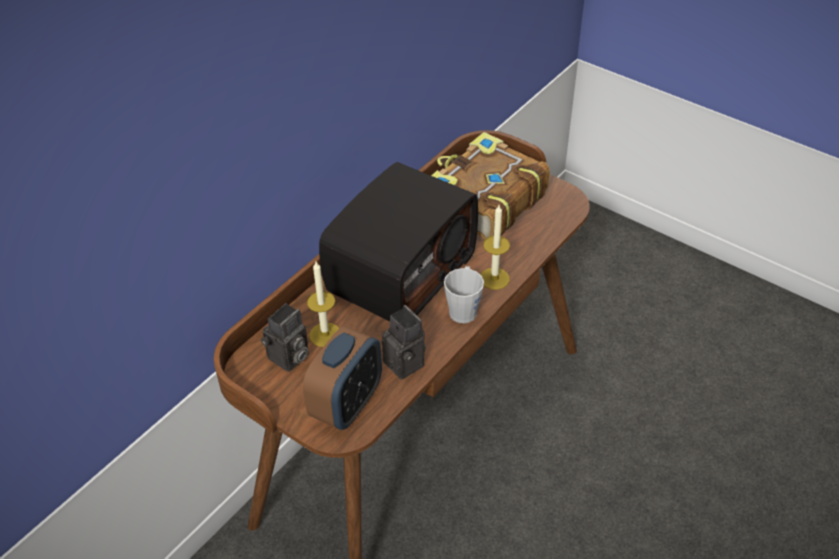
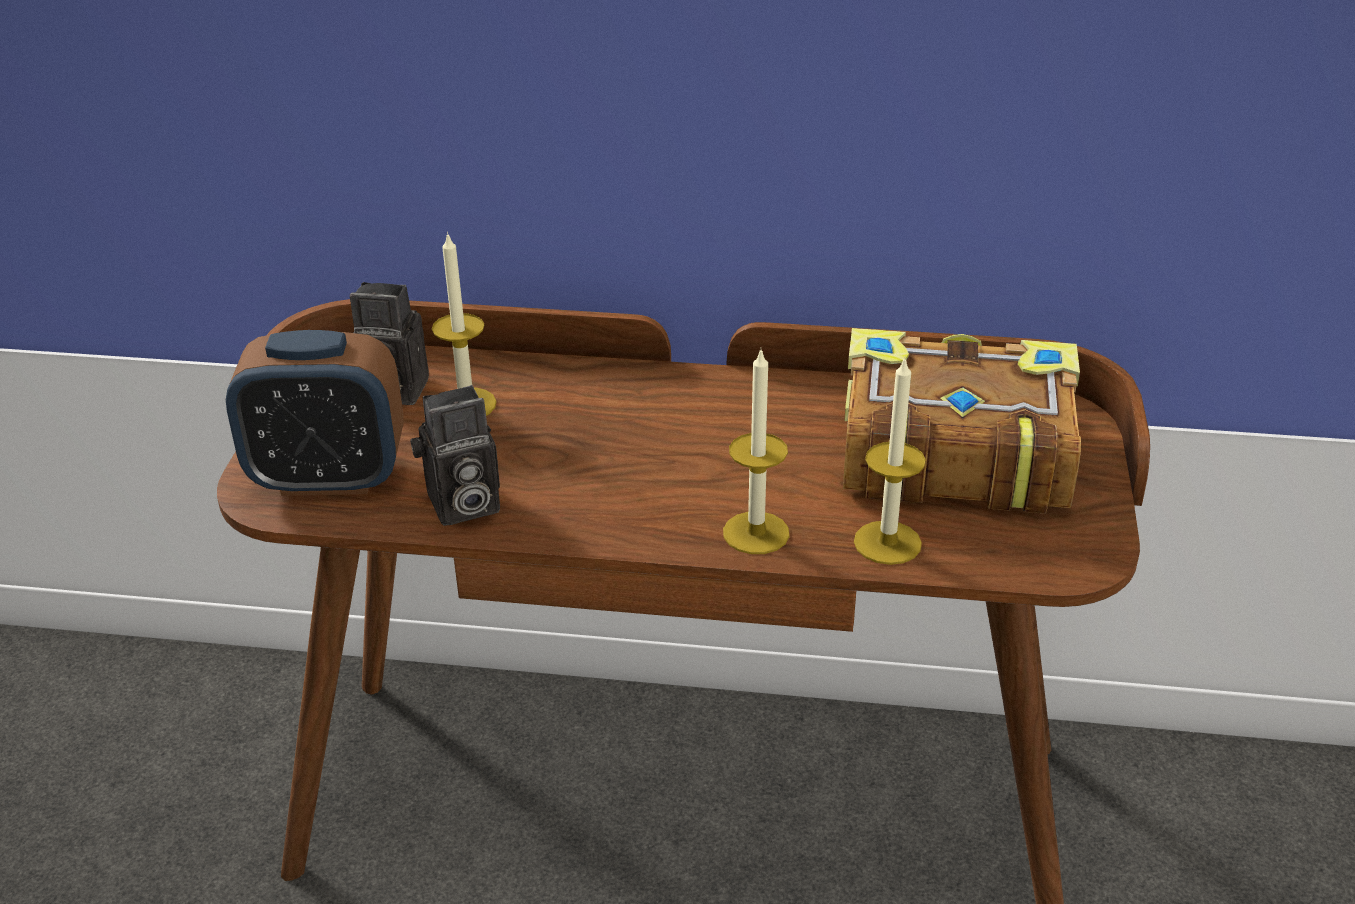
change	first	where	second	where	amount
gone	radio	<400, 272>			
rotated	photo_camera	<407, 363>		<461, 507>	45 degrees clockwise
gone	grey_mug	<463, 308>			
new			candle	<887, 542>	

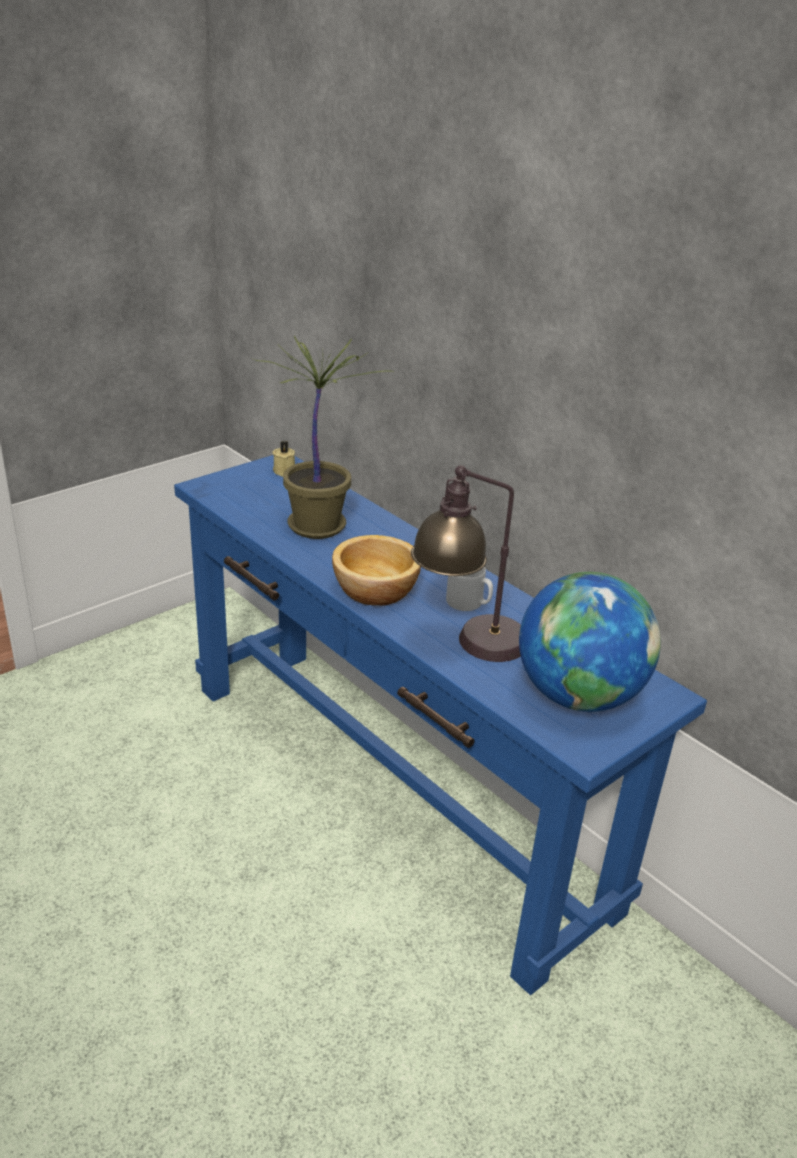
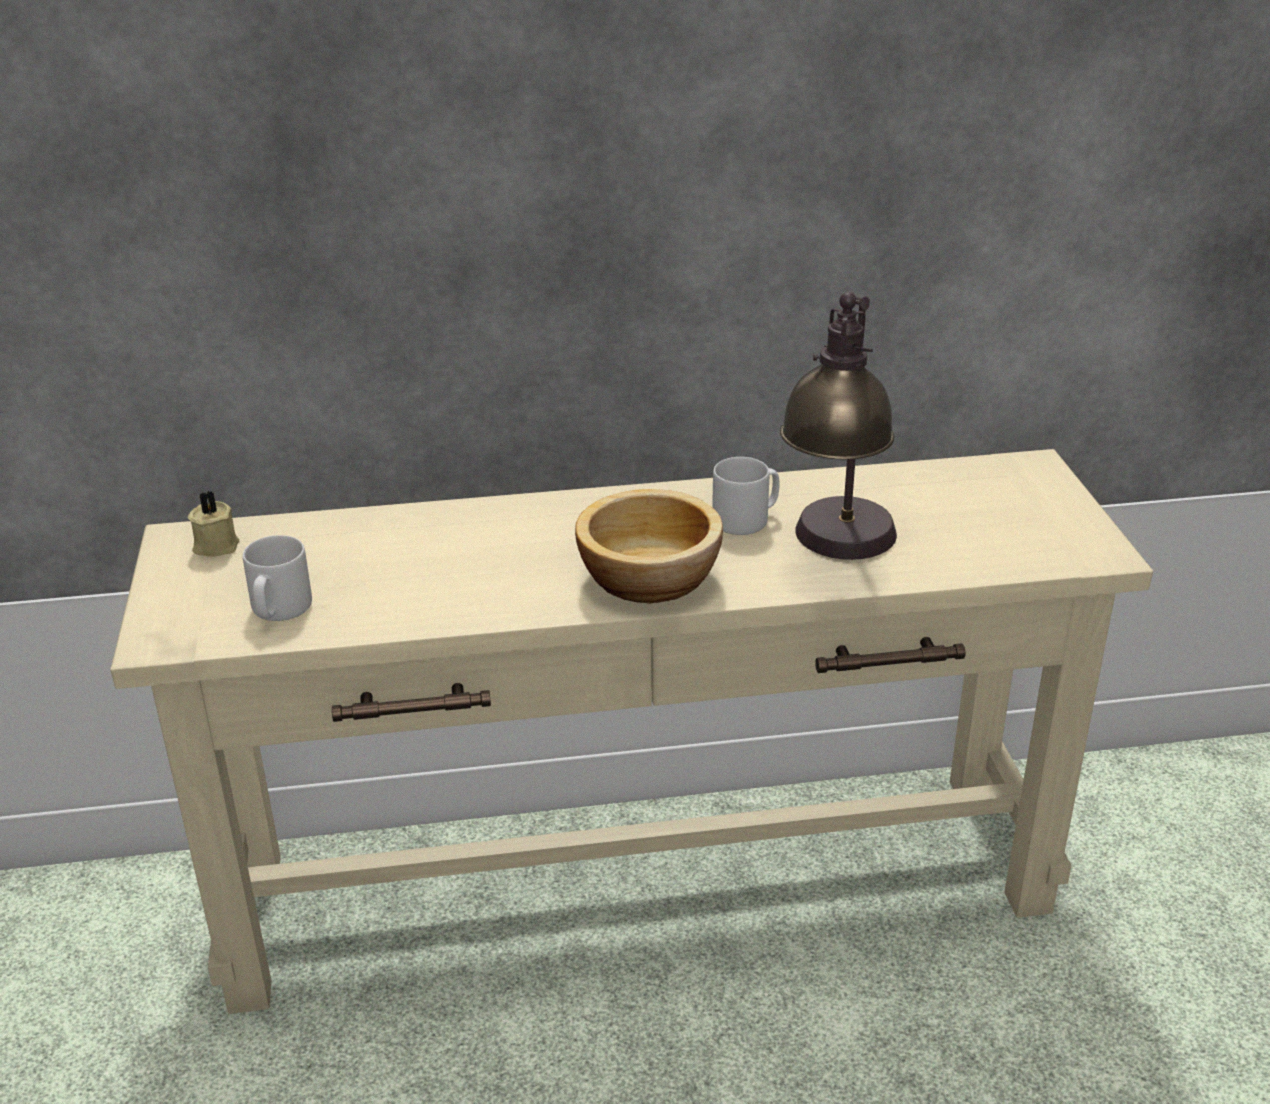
change	first	where	second	where	amount
repainted	blue_console_table	<389, 790>	beige_console_table	<638, 886>	
gone	potted_plant	<317, 525>			
gone	globe	<578, 696>			
new			grey_mug	<279, 610>	

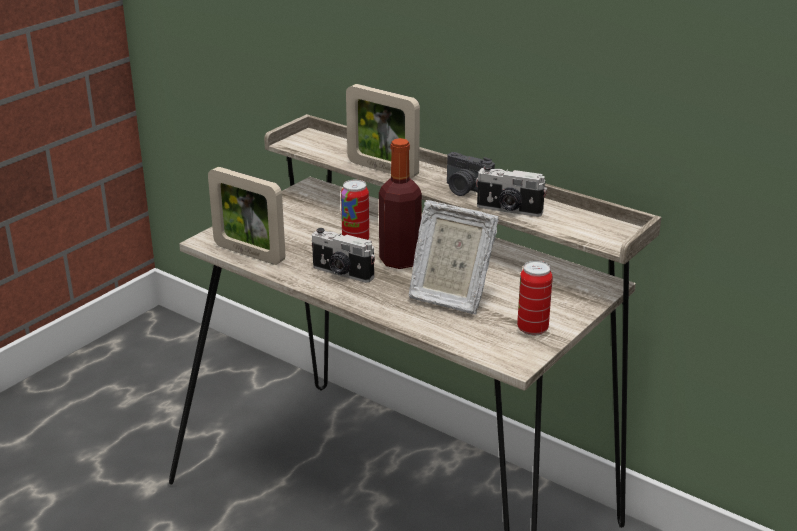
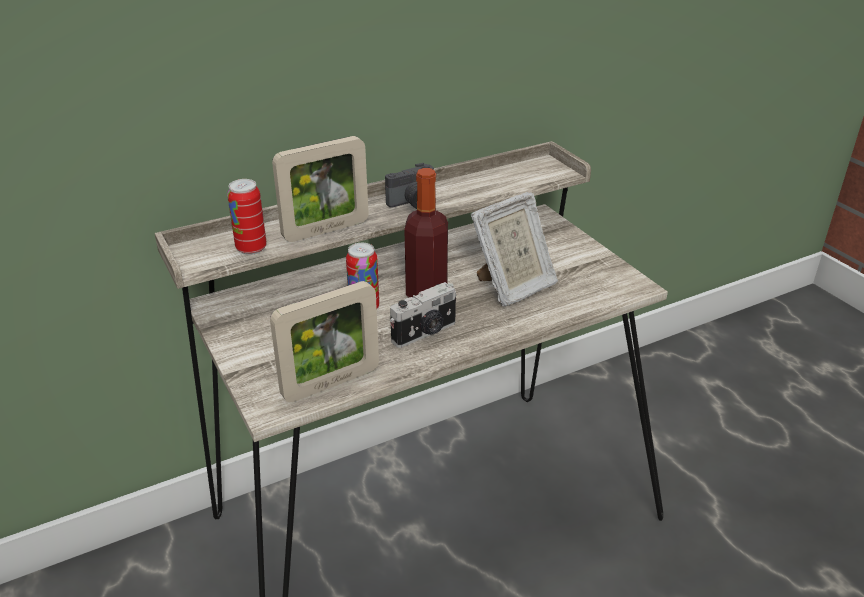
change	first	where	second	where	amount
gone	photo_camera	<509, 210>			
shifted	can	<532, 329>		<251, 248>	

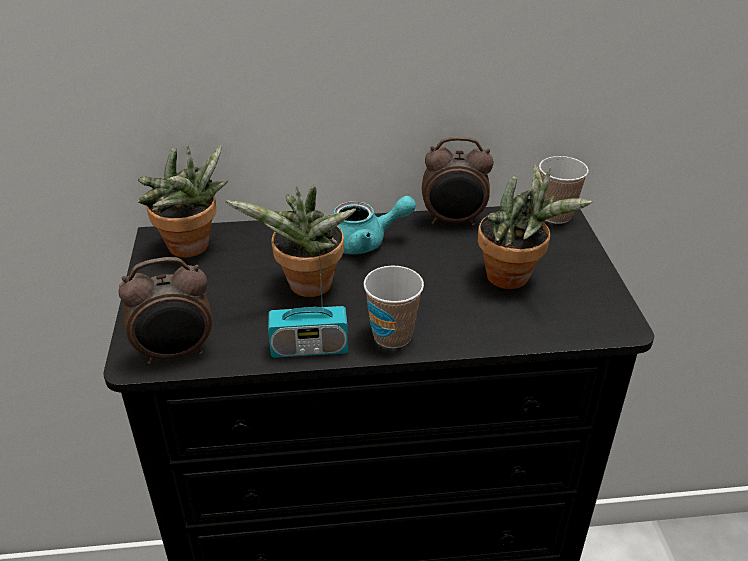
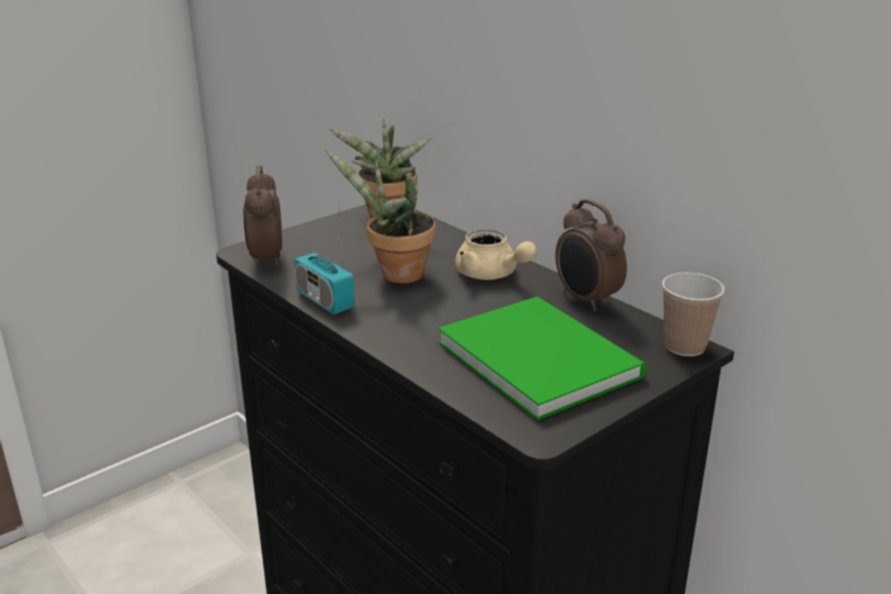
change	first	where	second	where	amount
rotated	alarm_clock	<176, 353>		<265, 260>	45 degrees clockwise
repainted	turquoise_teapot	<365, 242>	beige_teapot	<491, 275>	
gone	cup	<392, 335>			
swapped	potted_plant	<514, 278>	green_book	<538, 355>	

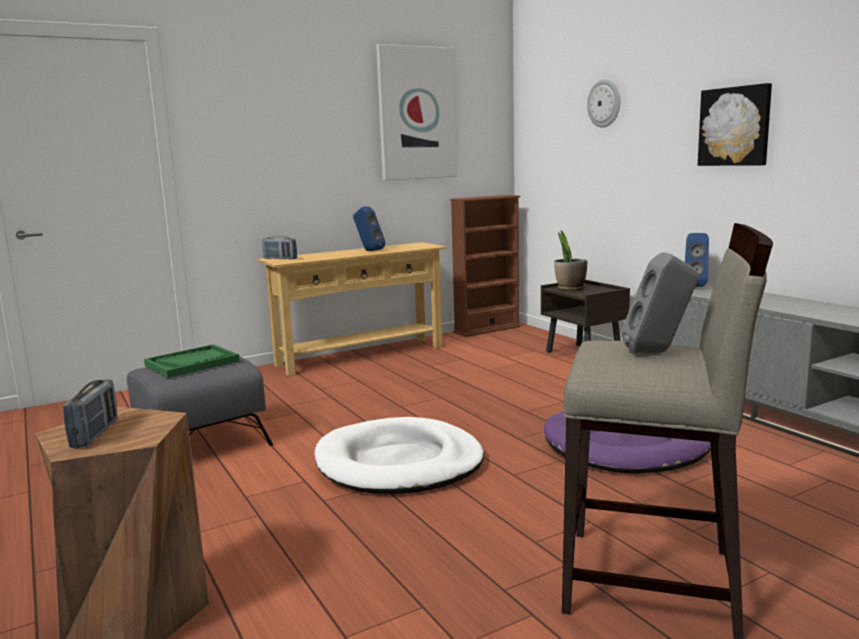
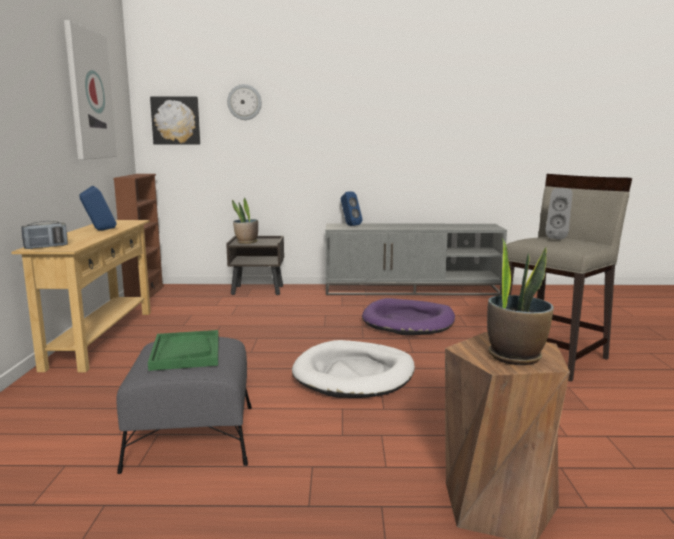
change	first	where	second	where	amount
swapped	radio	<95, 434>	potted_plant	<515, 356>	
shifted	picture	<735, 126>		<176, 120>	

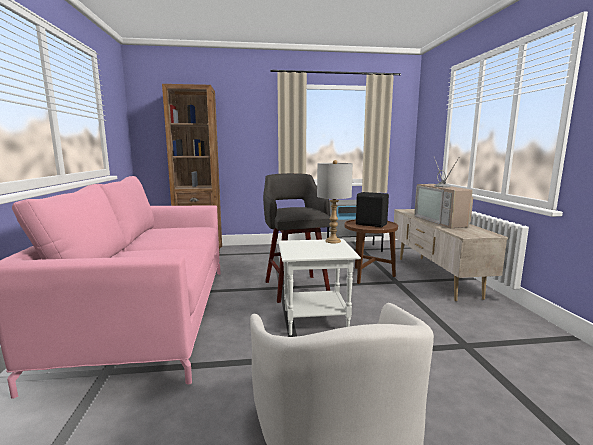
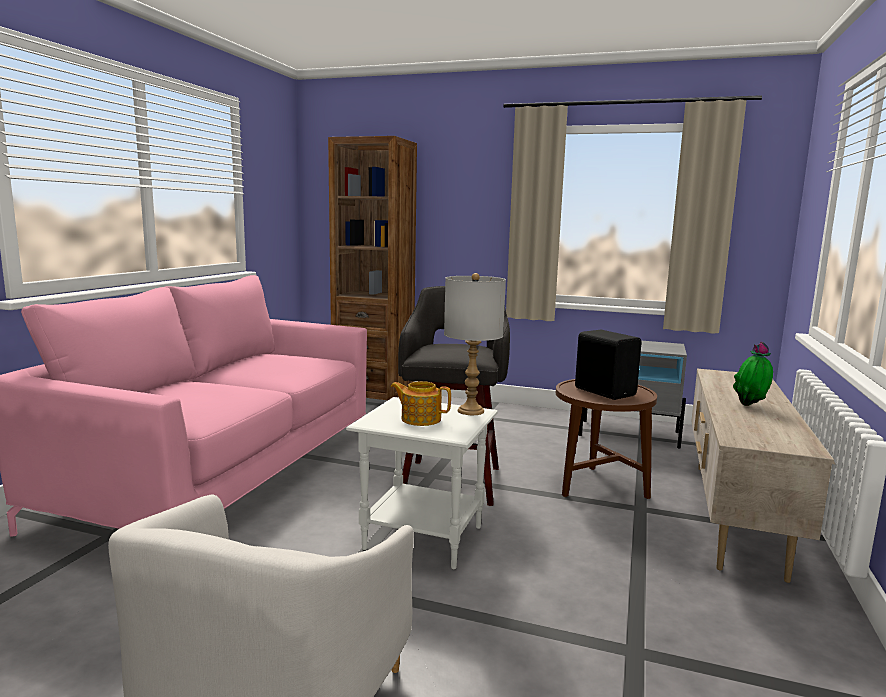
change	first	where	second	where	amount
swapped	television	<443, 221>	potted_plant	<750, 406>	
new			teapot	<420, 419>	

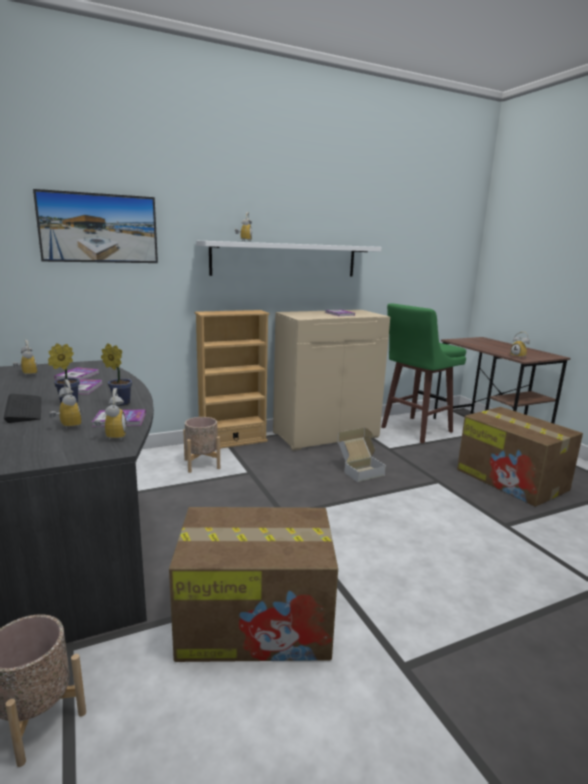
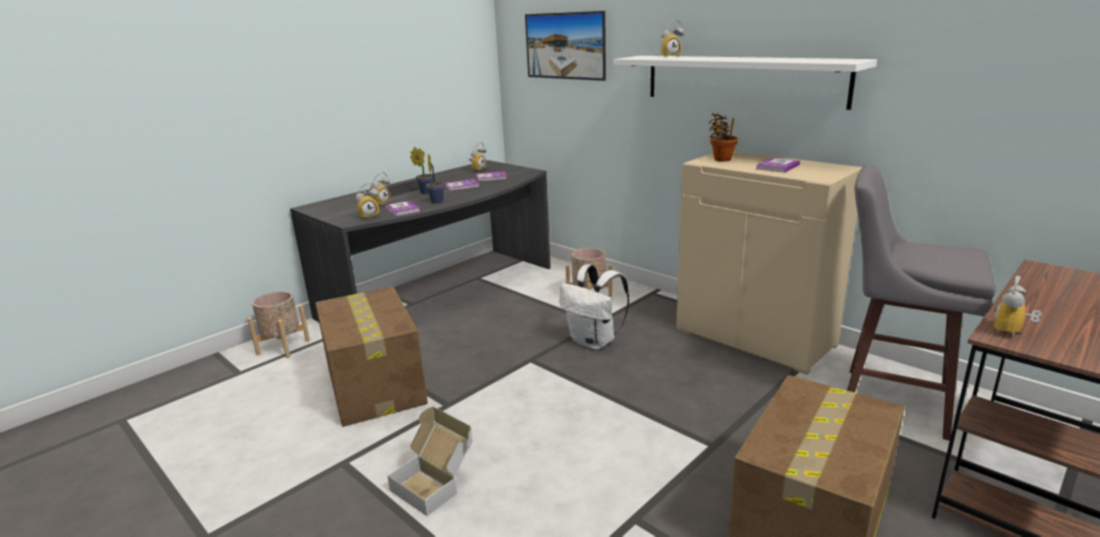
change	first	where	second	where	amount
gone	beige_bookcase	<233, 442>			
shifted	cardboard_box	<359, 470>		<435, 483>	
repainted	green_stool	<414, 430>	grey_stool	<890, 401>	
new			white_backpack	<594, 342>	
new			potted_plant	<721, 159>	

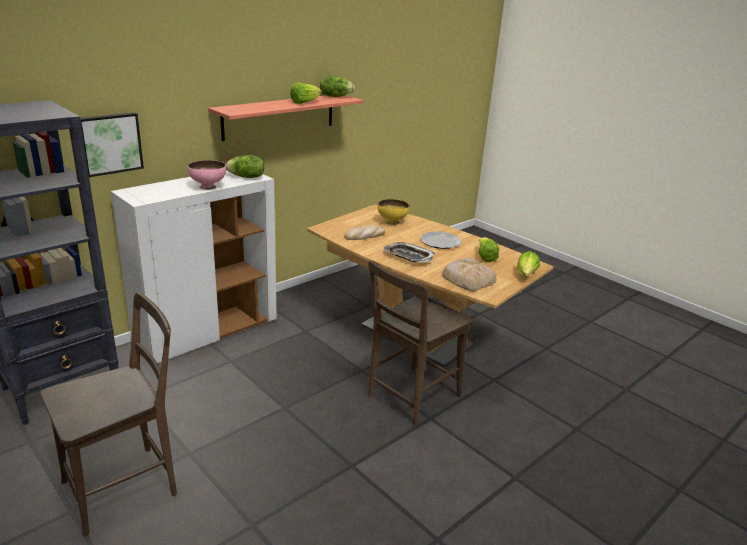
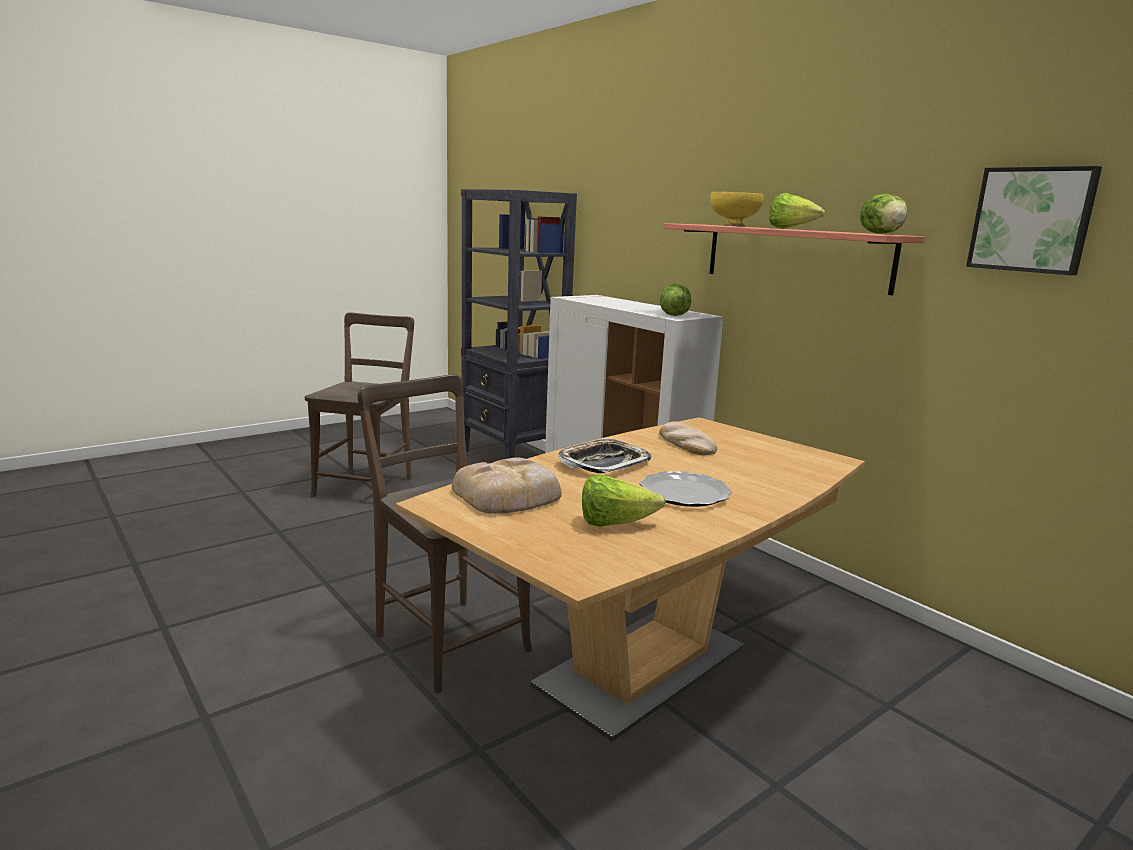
change	first	where	second	where	amount
rotated	brown_chair	<126, 485>		<366, 485>	135 degrees counterclockwise
shifted	picture	<110, 143>		<1032, 220>	
gone	pink_bowl	<208, 187>			
shifted	yellow_bowl	<392, 222>		<733, 226>	
gone	lettuce	<526, 275>			

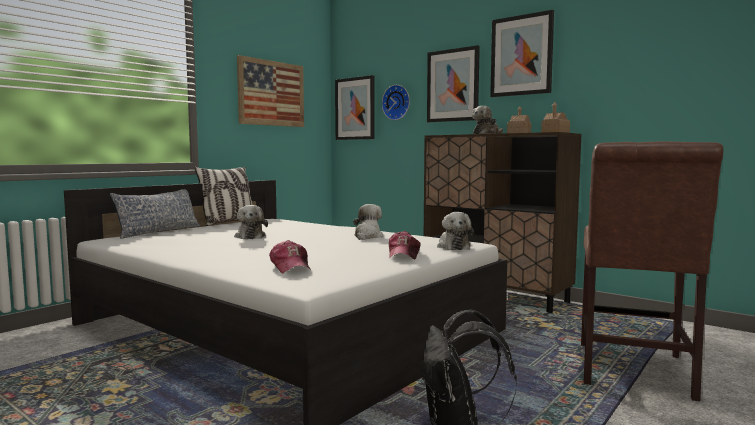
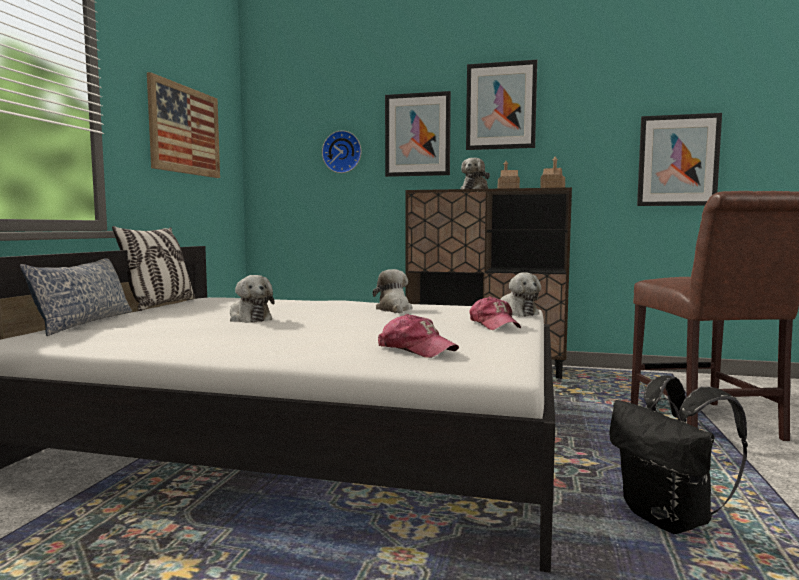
change	first	where	second	where	amount
shifted	picture	<355, 108>		<678, 160>	

